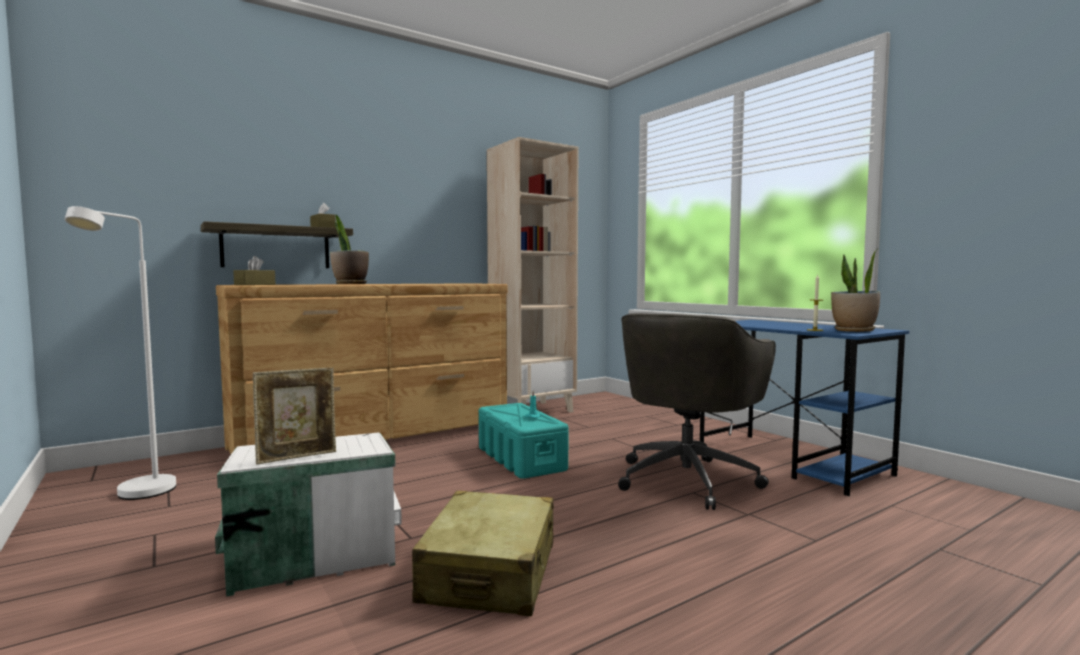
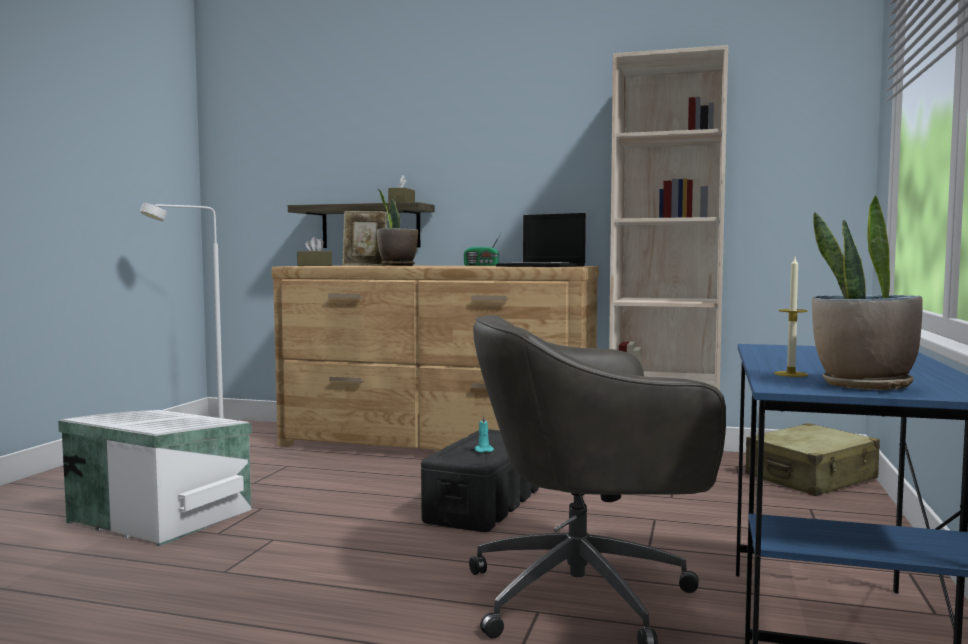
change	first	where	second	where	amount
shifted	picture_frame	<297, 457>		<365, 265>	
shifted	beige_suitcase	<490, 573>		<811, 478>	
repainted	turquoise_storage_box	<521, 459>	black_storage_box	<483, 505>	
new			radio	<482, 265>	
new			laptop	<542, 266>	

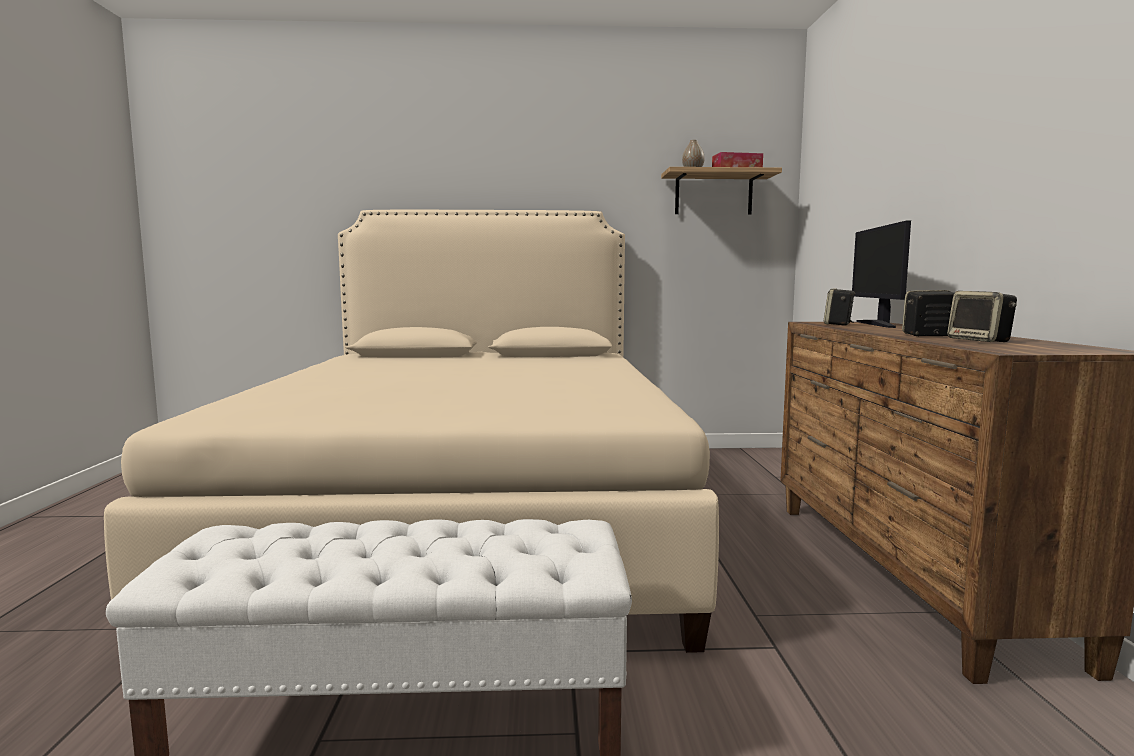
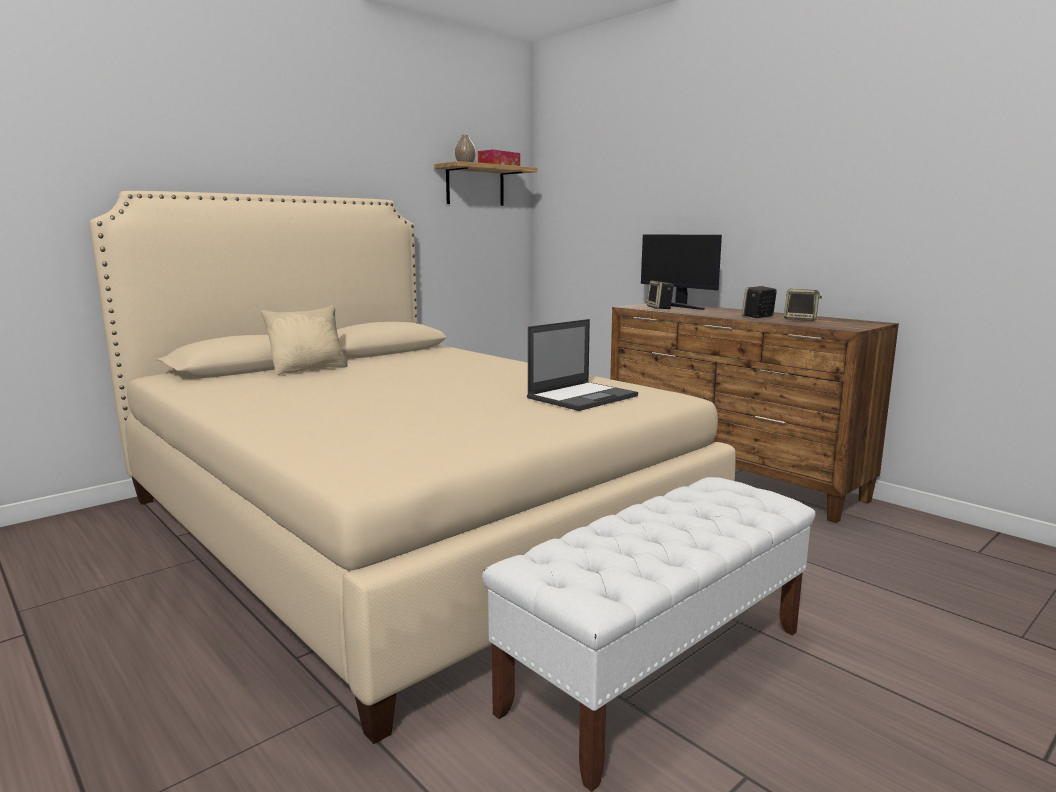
change	first	where	second	where	amount
new			beige_pillow	<309, 369>	
new			laptop	<583, 396>	

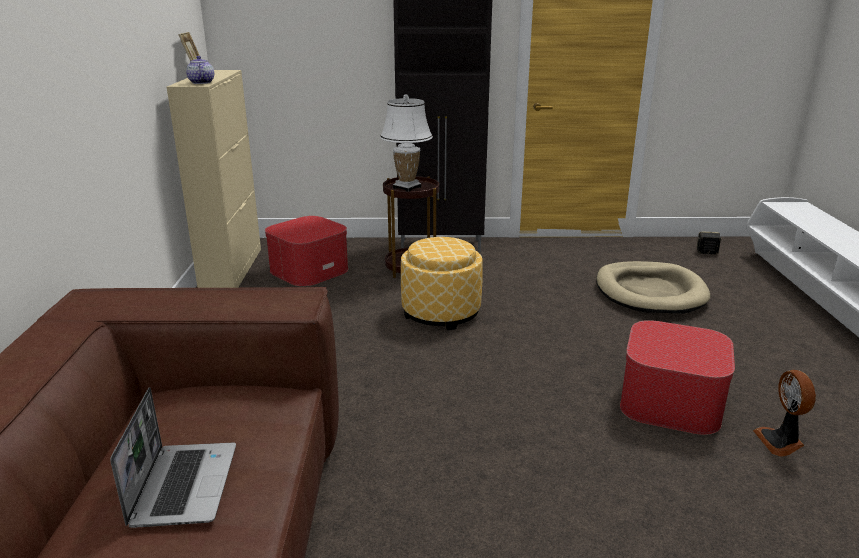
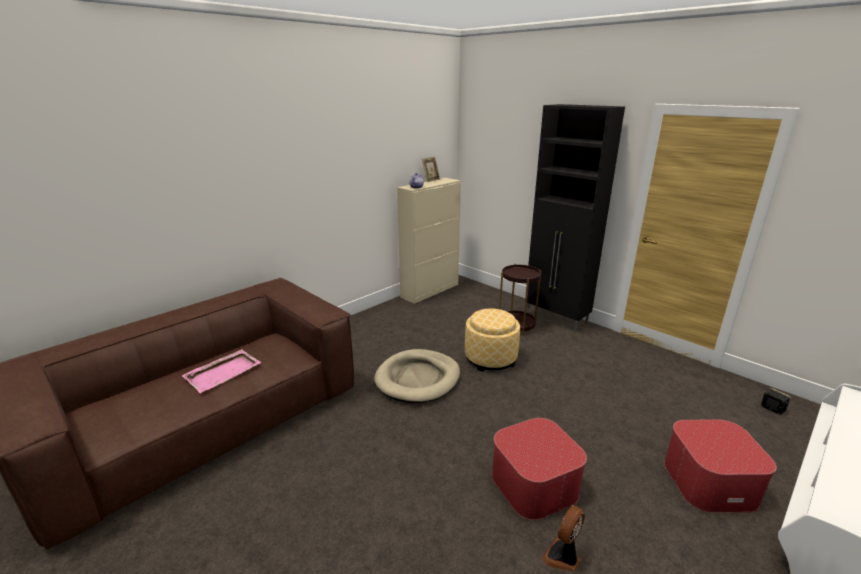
change	first	where	second	where	amount
swapped	laptop	<183, 484>	pink_tray	<223, 372>	
shifted	ottoman	<309, 269>		<709, 481>	
gone	white_table_lamp	<407, 187>			
shifted	beige_dog_bed	<649, 292>		<418, 379>	

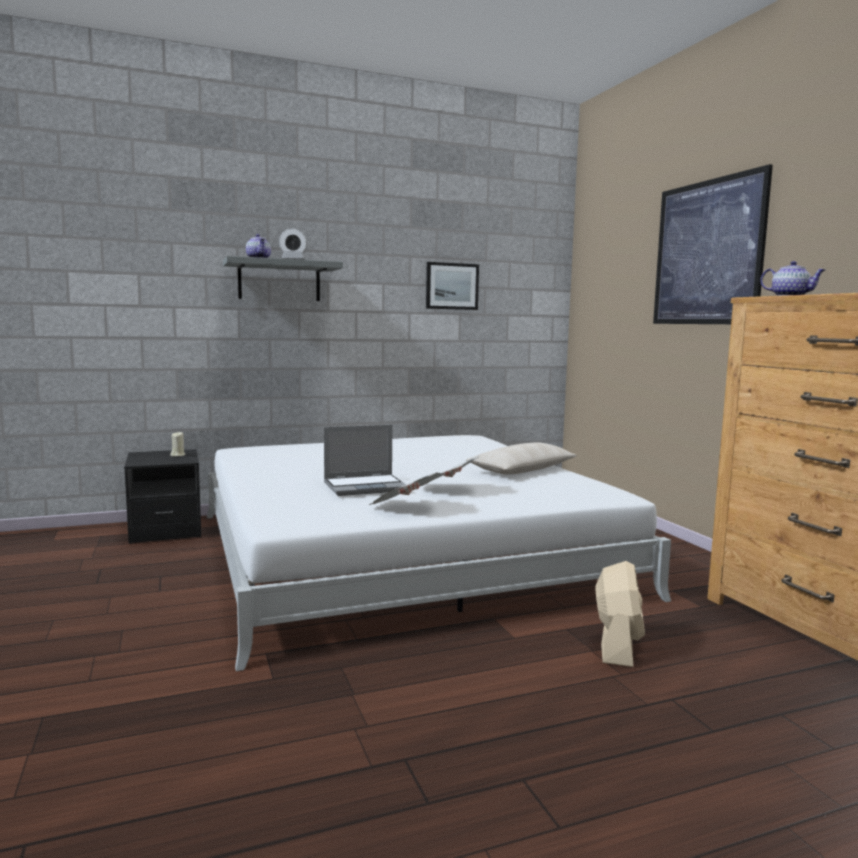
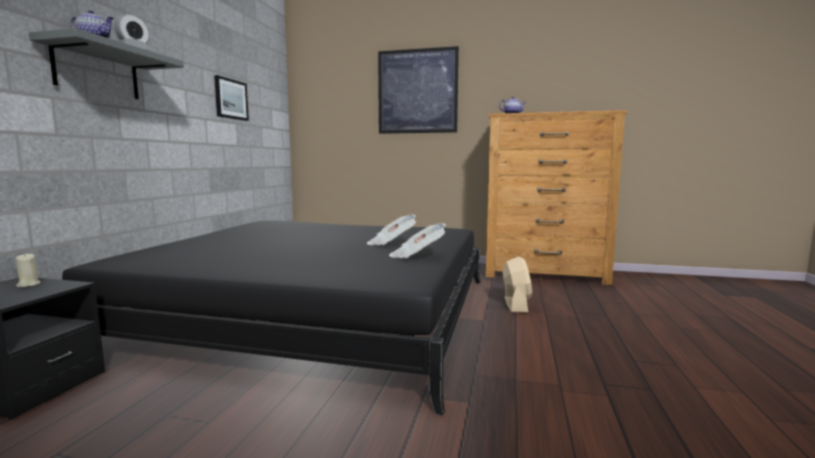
change	first	where	second	where	amount
repainted	white_bed	<401, 553>	black_bed	<316, 311>	
gone	laptop	<365, 487>			
gone	beige_pillow	<522, 470>			
rotated	beige_fan	<617, 645>		<516, 304>	45 degrees clockwise

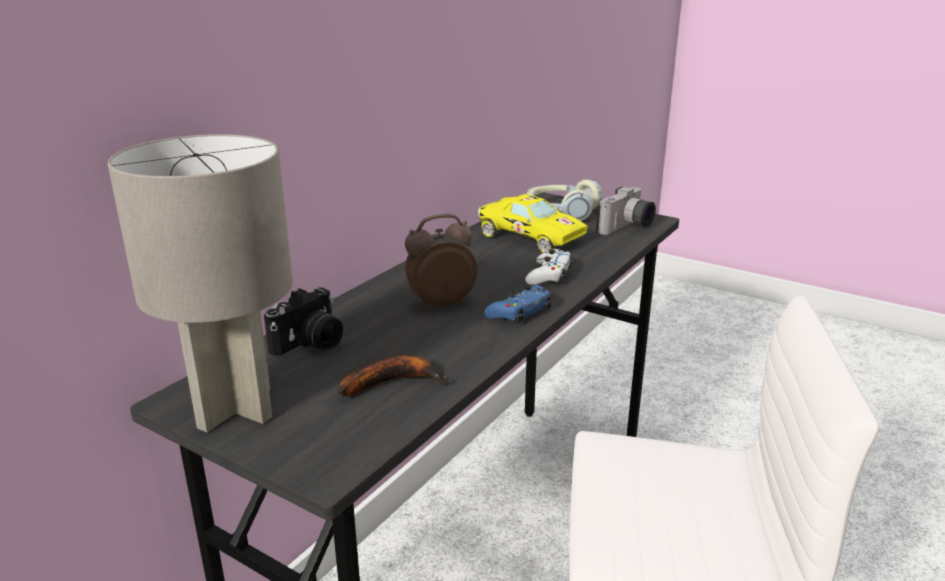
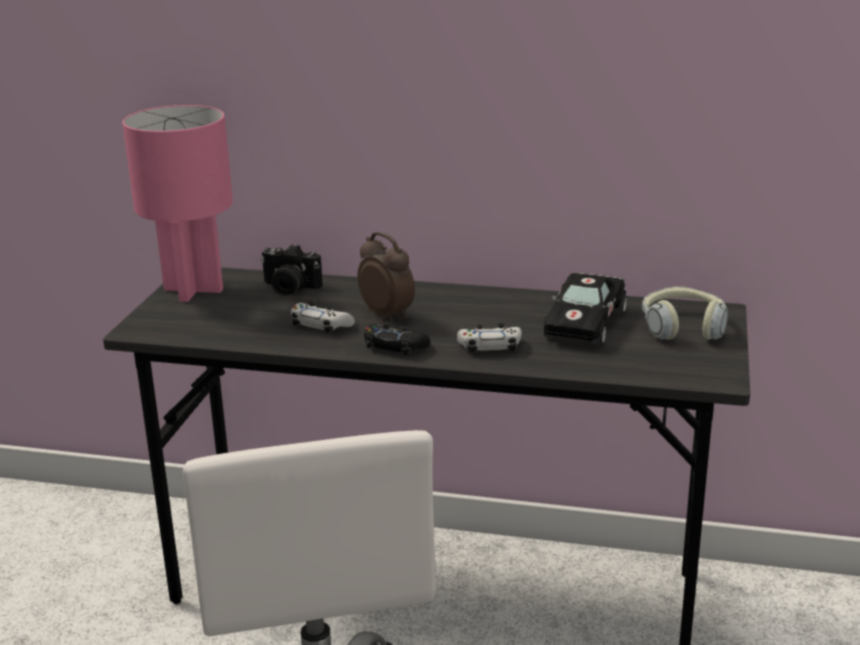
change	first	where	second	where	amount
repainted	grey_table_lamp	<235, 407>	pink_table_lamp	<194, 289>	
gone	banana	<392, 382>			
repainted	yellow_toy_car	<528, 236>	black_toy_car	<585, 322>	
repainted	blue_game_controller	<519, 312>	black_game_controller	<395, 347>	
gone	photo_camera	<627, 227>			
new			white_game_controller	<321, 325>	

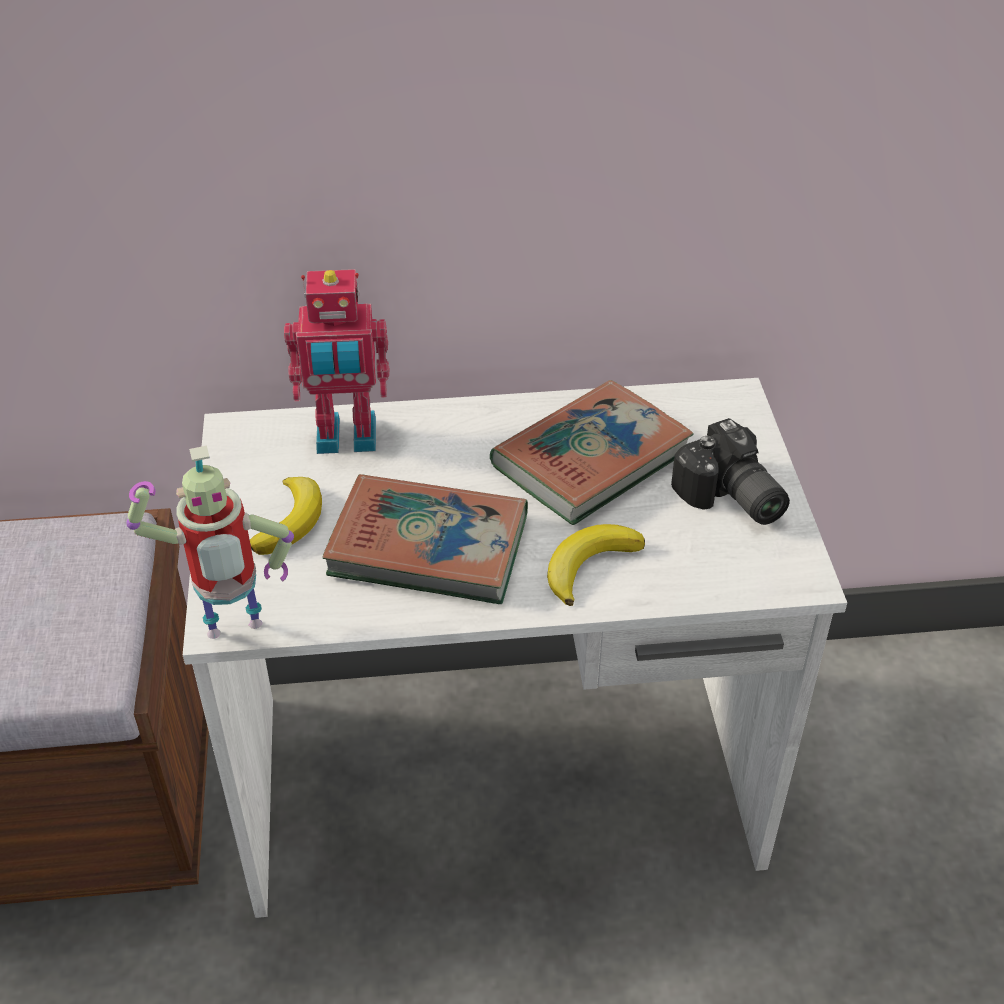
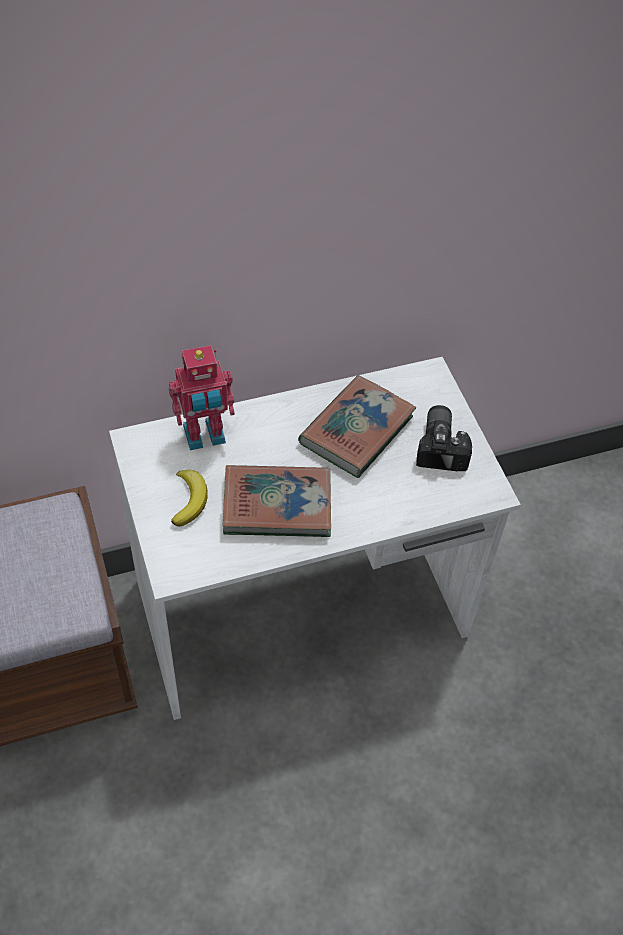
change	first	where	second	where	amount
gone	toy_robot	<234, 635>			
gone	banana	<589, 565>			
rotated	photo_camera	<729, 499>		<443, 446>	135 degrees counterclockwise

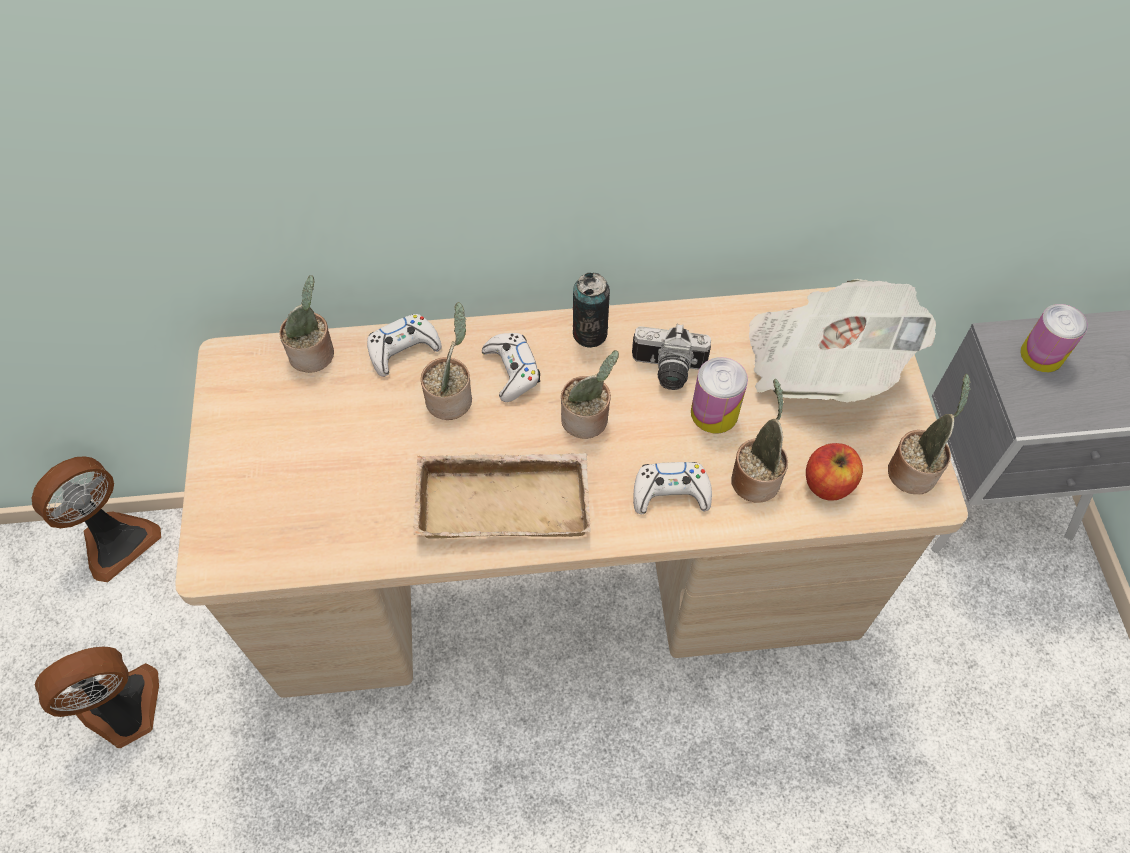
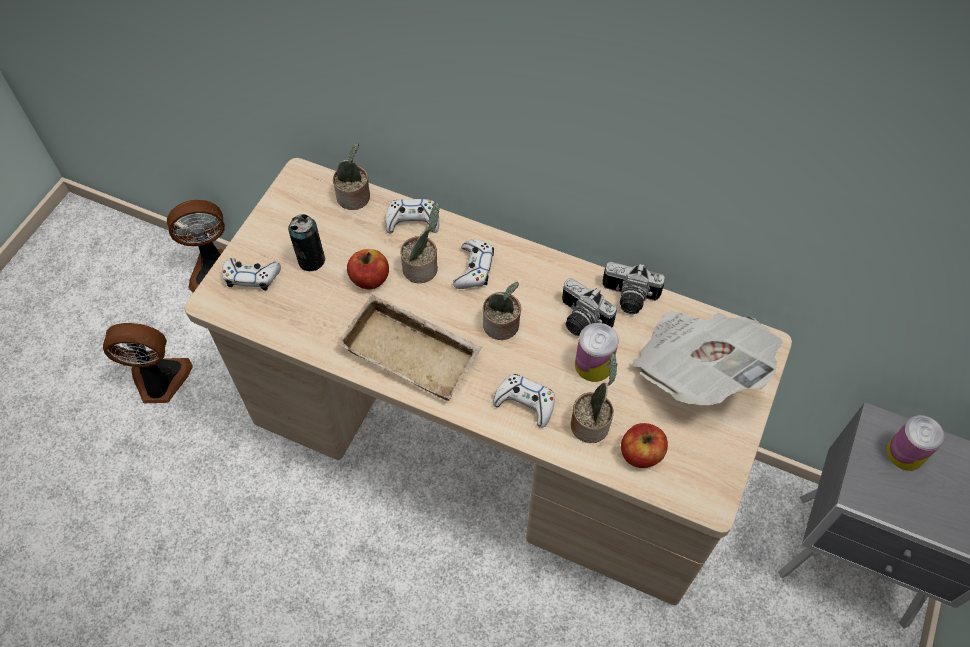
change	first	where	second	where	amount
shifted	can	<590, 333>		<311, 260>	
gone	potted_plant	<913, 470>			
new			white_game_controller	<251, 277>	
new			apple	<370, 279>	
new			photo_camera	<628, 299>	

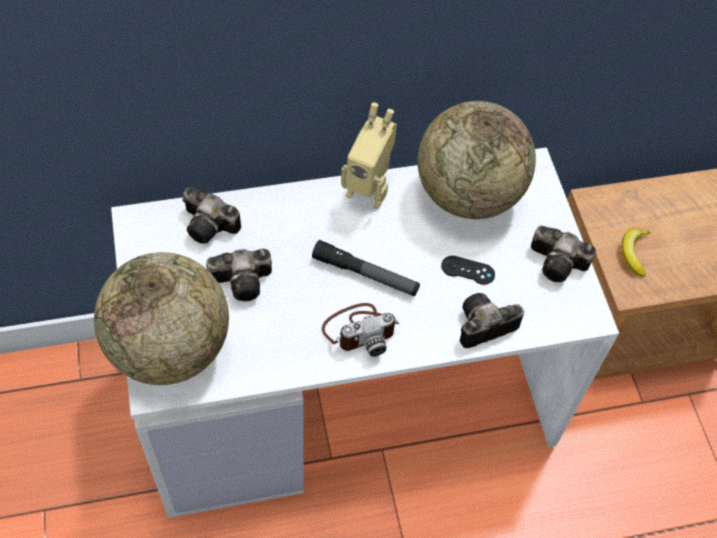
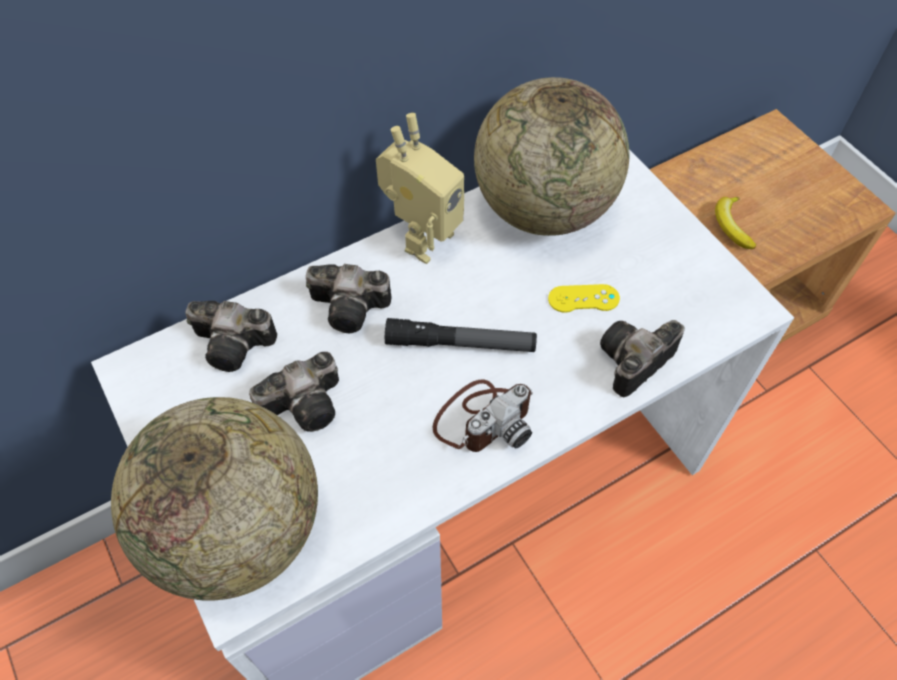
change	first	where	second	where	amount
rotated	toy_robot	<369, 190>		<422, 238>	60 degrees counterclockwise
repainted	black_game_controller	<468, 270>	yellow_game_controller	<583, 299>	
shifted	photo_camera	<559, 264>		<353, 308>	

